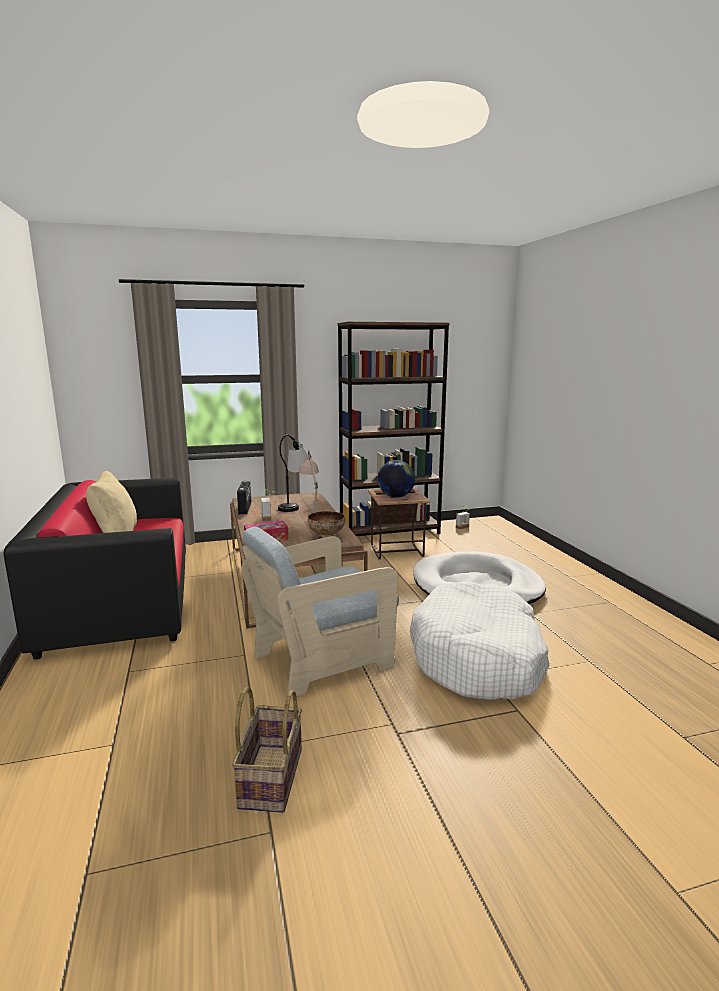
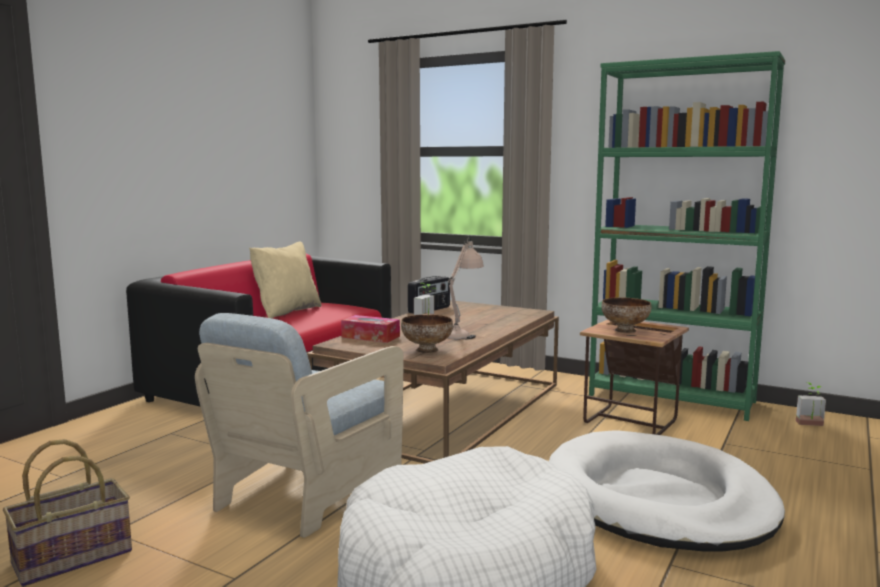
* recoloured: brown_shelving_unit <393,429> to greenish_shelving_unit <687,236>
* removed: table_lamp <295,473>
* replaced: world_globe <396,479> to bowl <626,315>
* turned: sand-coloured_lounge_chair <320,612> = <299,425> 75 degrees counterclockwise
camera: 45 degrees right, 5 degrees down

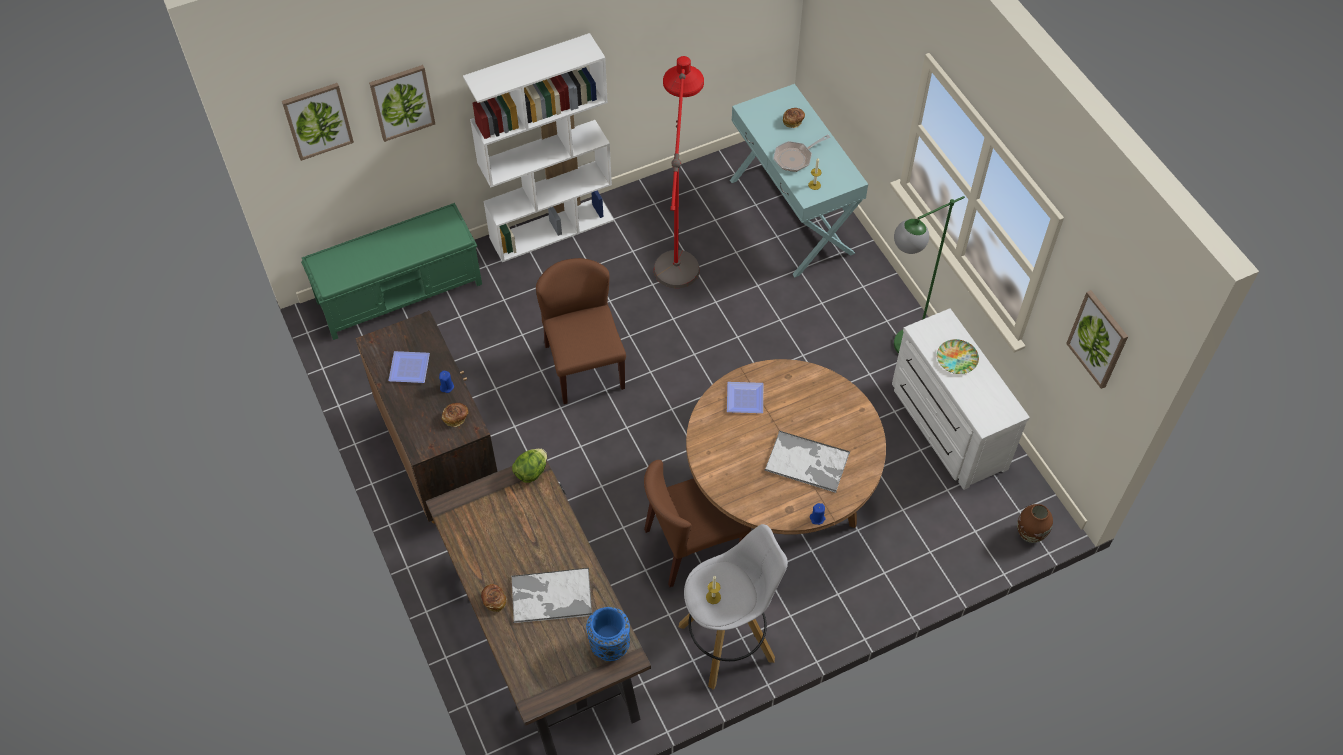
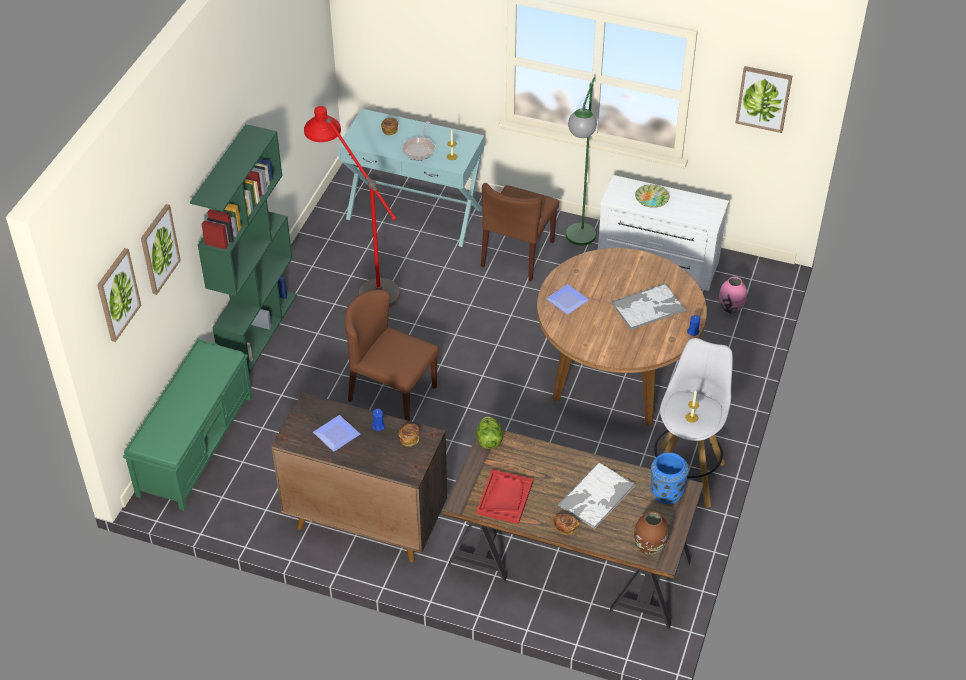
* recoloured: white-coloured_shelving_unit <538,147> to greenish_shelving_unit <243,248>
* moved: brown_upright_chair <697,523> to <520,232>
* moved: brown_vase <1035,523> to <651,533>
* added: pink-coloured_vase <733,295>
* added: red-coloured_carrying_tray <505,496>
camera: 45 degrees left, 10 degrees down

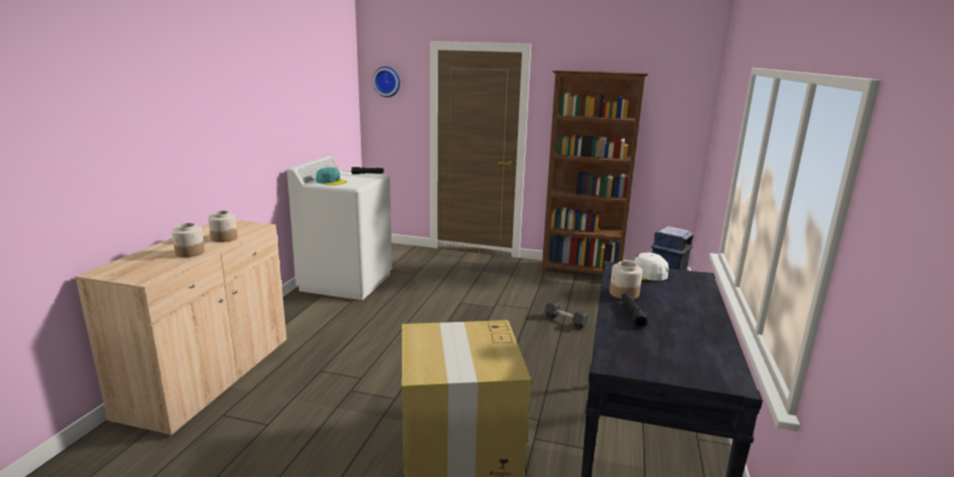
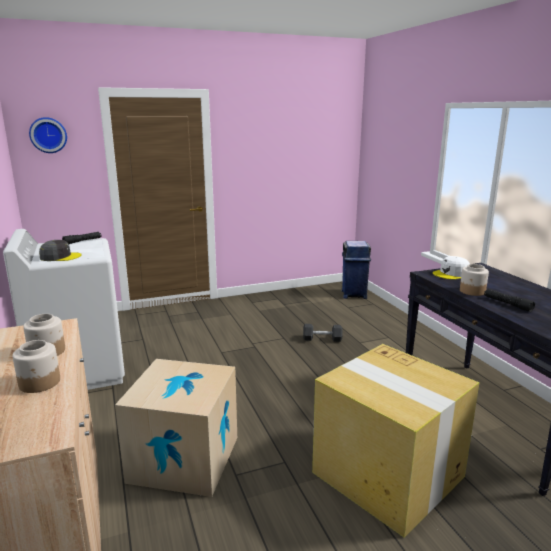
* removed: brown_shelving_unit <595,172>
* recoloured: turquoise_cap <331,176> to gray_cap <60,250>
* added: cardboard_box <176,428>
camera: 35 degrees left, 0 degrees up

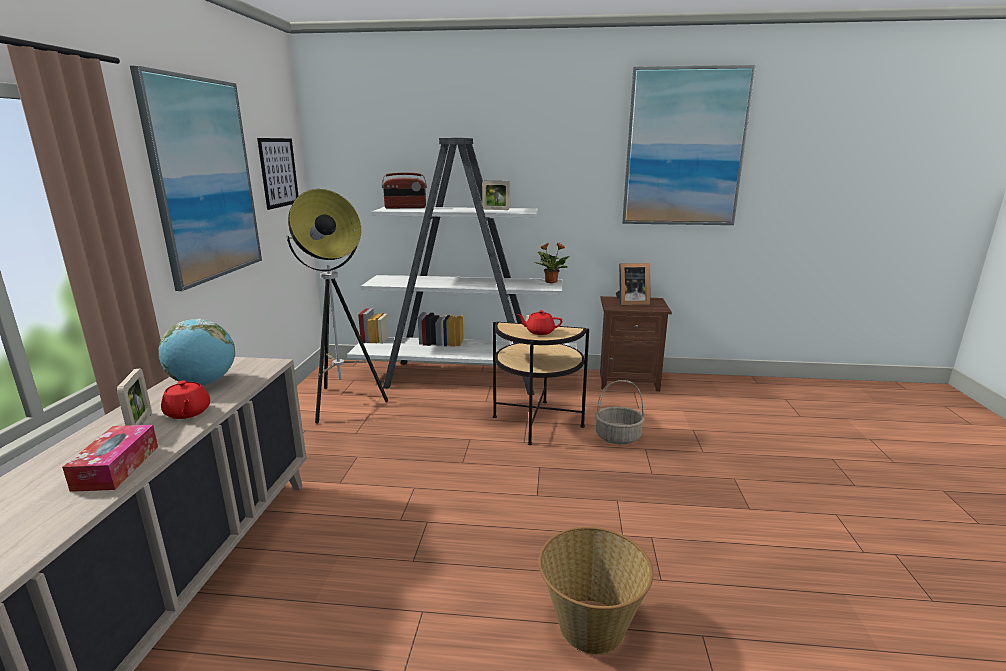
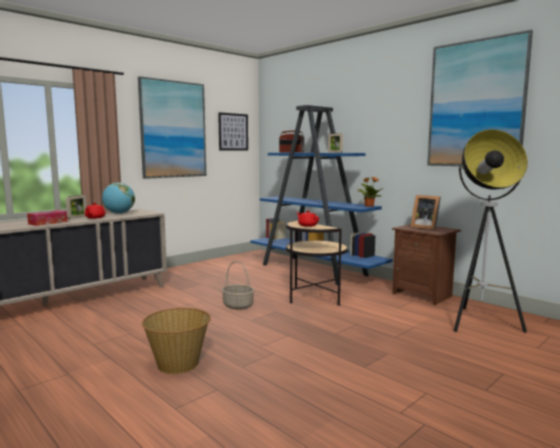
* recoloured: white-coloured_shelving_unit <462,266> to bluish_shelving_unit <321,195>
* moved: standard_lamp <337,306> to <491,231>
* moved: household_basket <619,412> to <238,285>
camera: 40 degrees right, 10 degrees down

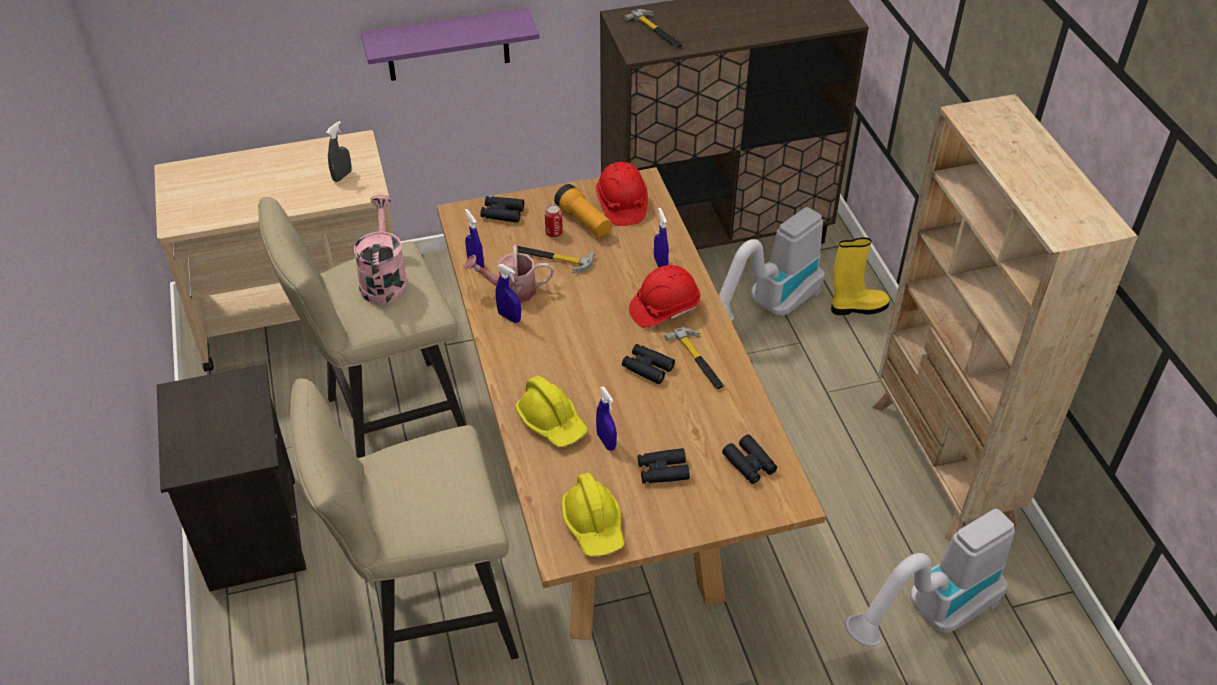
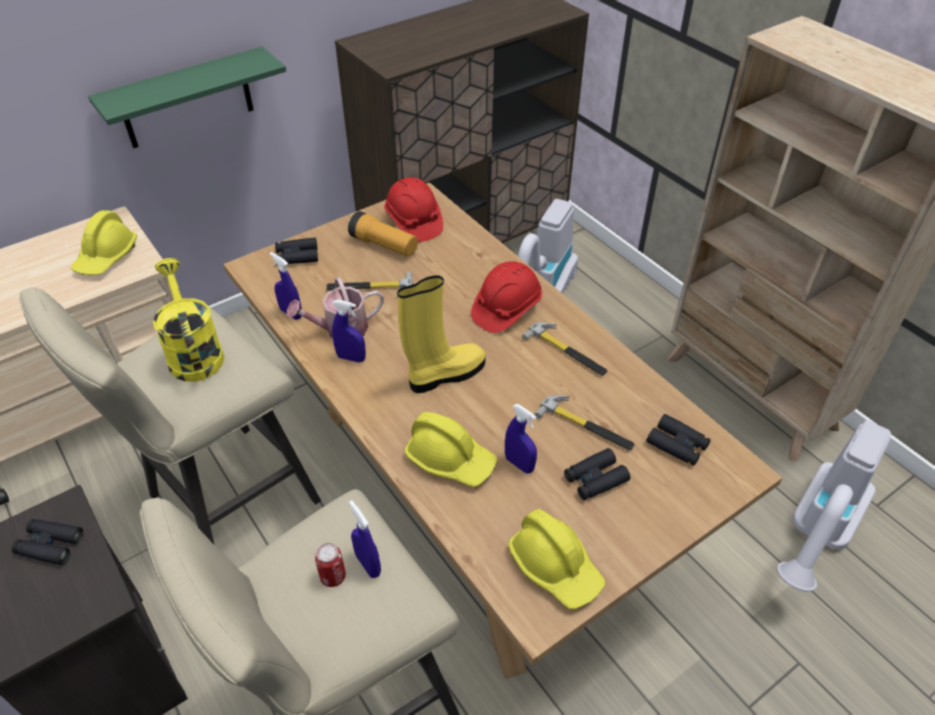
* recoloured: purple_wall_shelf <450,44> to greenish_wall_shelf <187,97>
* moved: hammer <653,28> to <584,422>
* replaced: gray_spray_bottle <339,151> to yellowish_work_helmet <104,242>
* recoloured: pink-coloured_watering_pot <380,249> to yellowish_watering_pot <188,320>
* moved: metal_can <554,220> to <330,565>
* moved: bluish_spray_bottle <661,237> to <365,539>
* moved: yellowish_tall_boot <860,276> to <441,334>
* moved: blackish_pair_of_binoculars <648,364> to <47,542>
camera: 20 degrees left, 0 degrees up

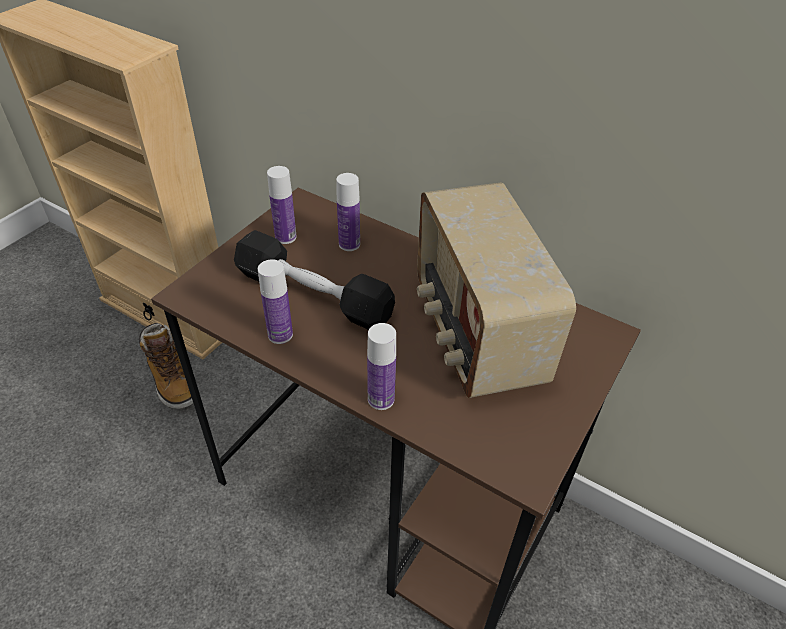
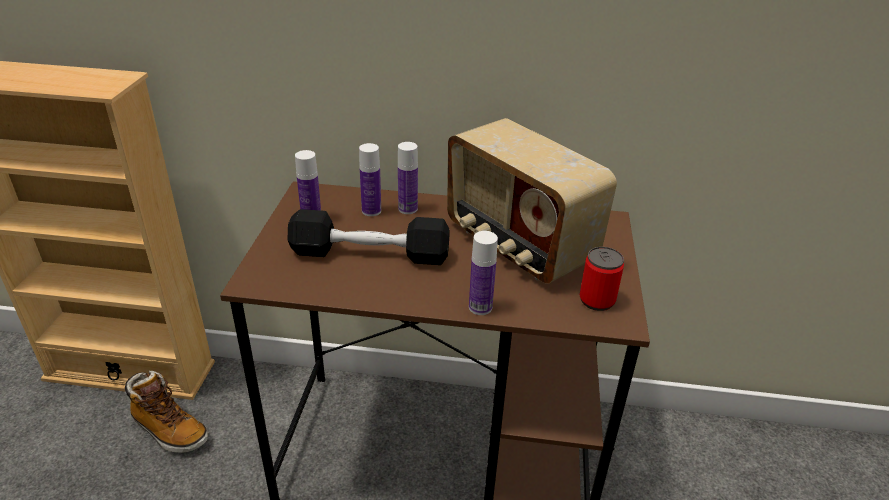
* moved: beverage_bottle <275,301> to <408,178>
* added: metal_can <602,279>
camera: 25 degrees left, 10 degrees down

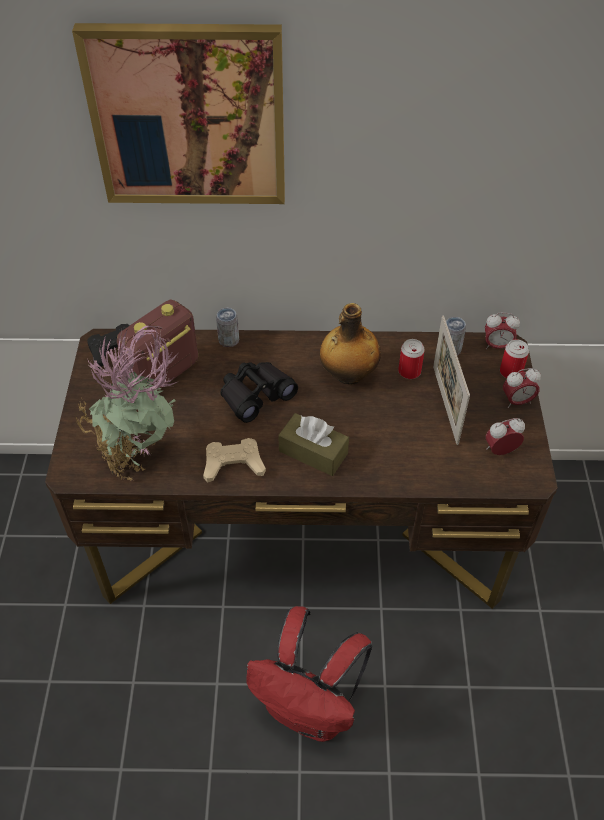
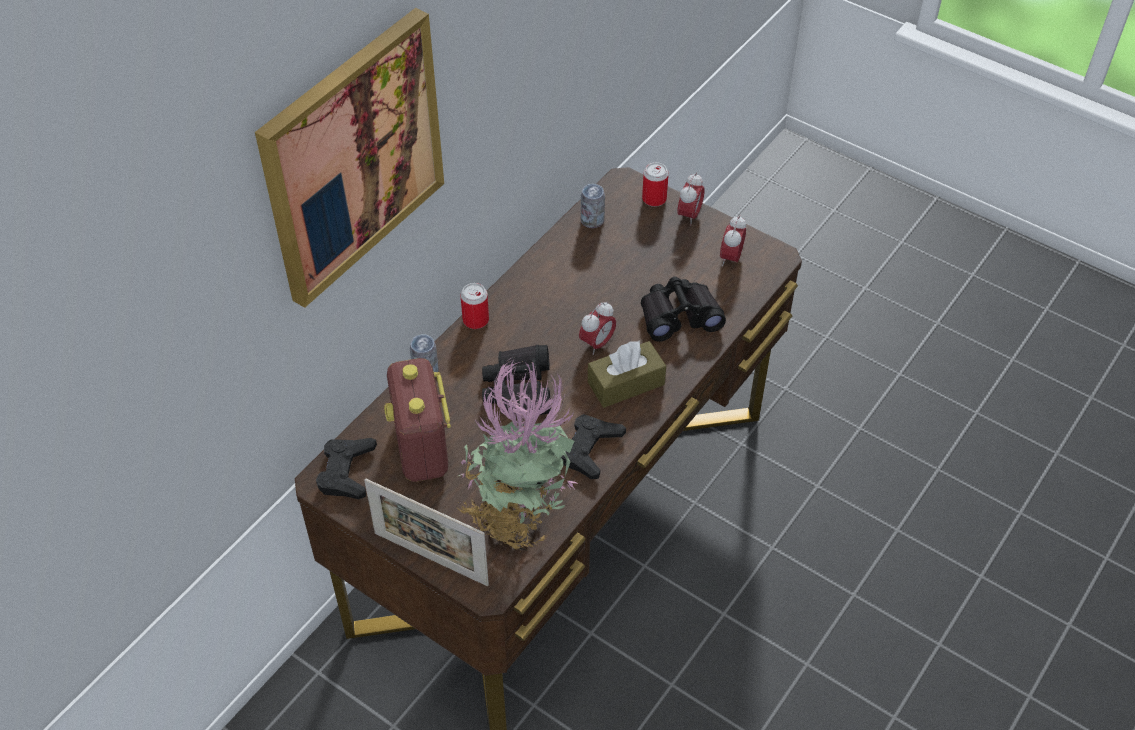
* removed: beverage_bottle <350,344>
* moved: table_clock <502,330> to <597,328>
* moved: photo_frame <451,380> to <426,532>
* moved: metal_can <411,359> to <475,306>
* recoloured: sand-coloured_joypad <234,460> to blackish_joypad <593,446>
* removed: red-coloured_rucksack <309,674>
* added: blackish_pair_of_binoculars <683,309>
camera: 55 degrees left, 0 degrees up

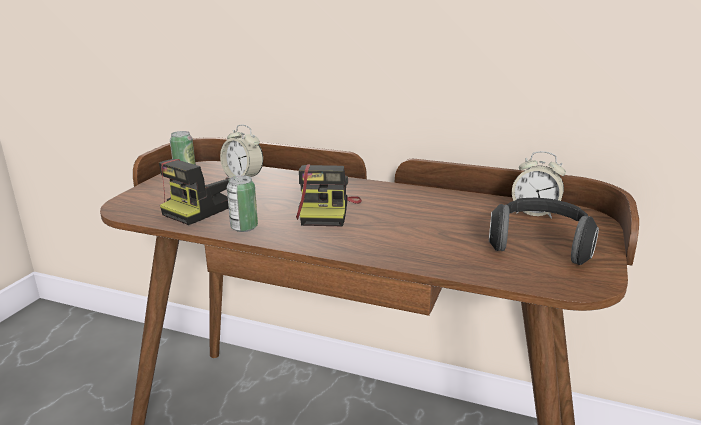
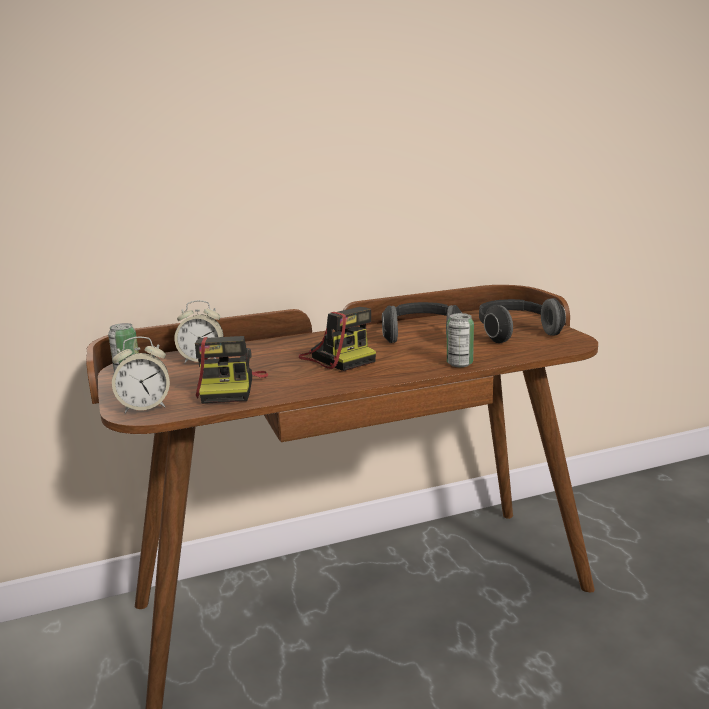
* moved: table_clock <539,185> to <141,374>
* moved: metal_can <242,203> to <460,340>
* added: headset <422,322>
camera: 40 degrees left, 5 degrees down

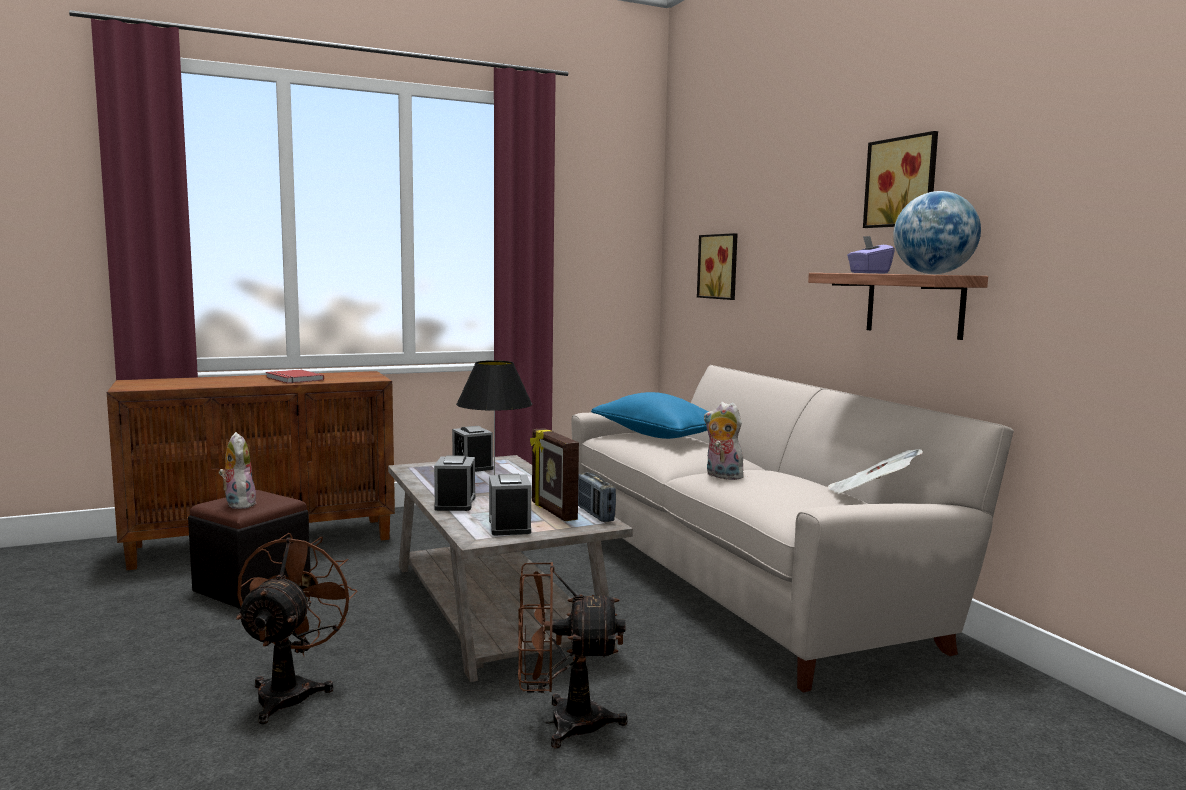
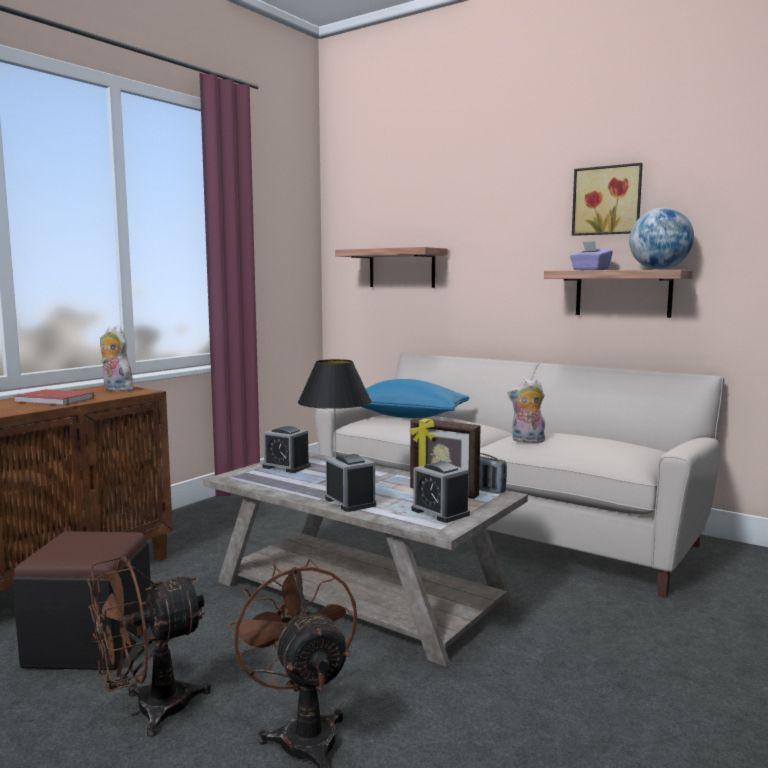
* replaced: wall_art <717,266> to wall_shelf <391,267>
* moved: cuddly_toy <238,470> to <118,358>
* removed: newspaper <875,471>
* moved: brown_electric_fan <573,655> to <149,646>
camera: 30 degrees left, 0 degrees up

